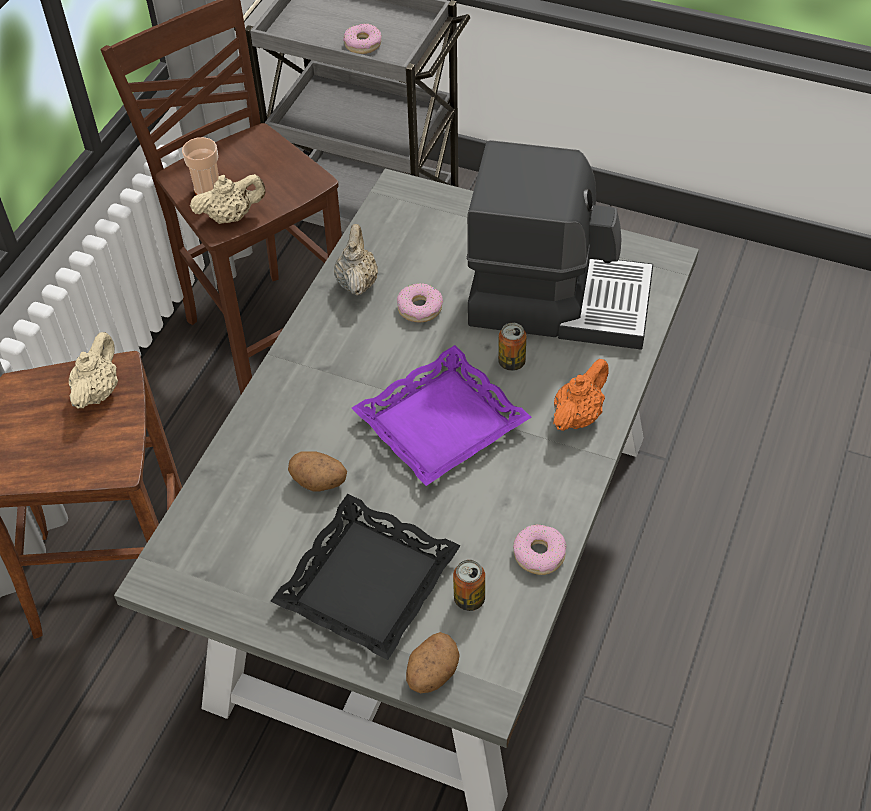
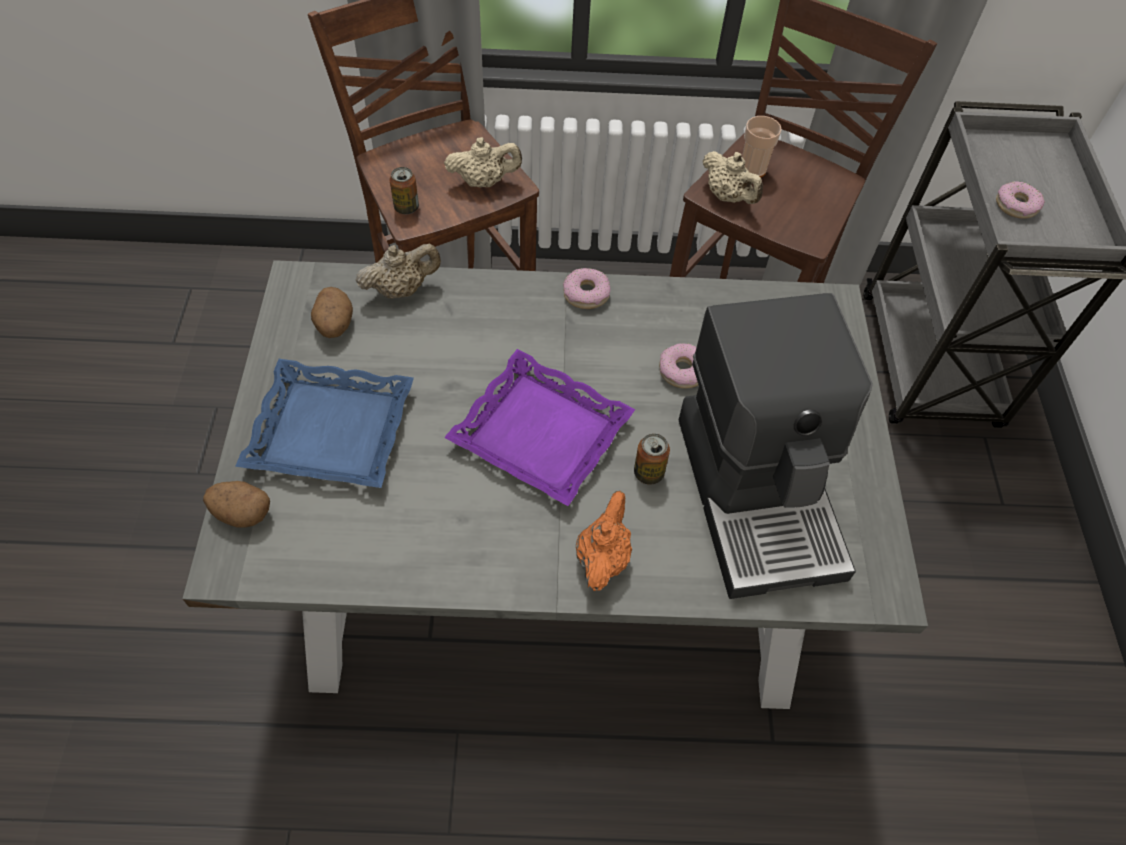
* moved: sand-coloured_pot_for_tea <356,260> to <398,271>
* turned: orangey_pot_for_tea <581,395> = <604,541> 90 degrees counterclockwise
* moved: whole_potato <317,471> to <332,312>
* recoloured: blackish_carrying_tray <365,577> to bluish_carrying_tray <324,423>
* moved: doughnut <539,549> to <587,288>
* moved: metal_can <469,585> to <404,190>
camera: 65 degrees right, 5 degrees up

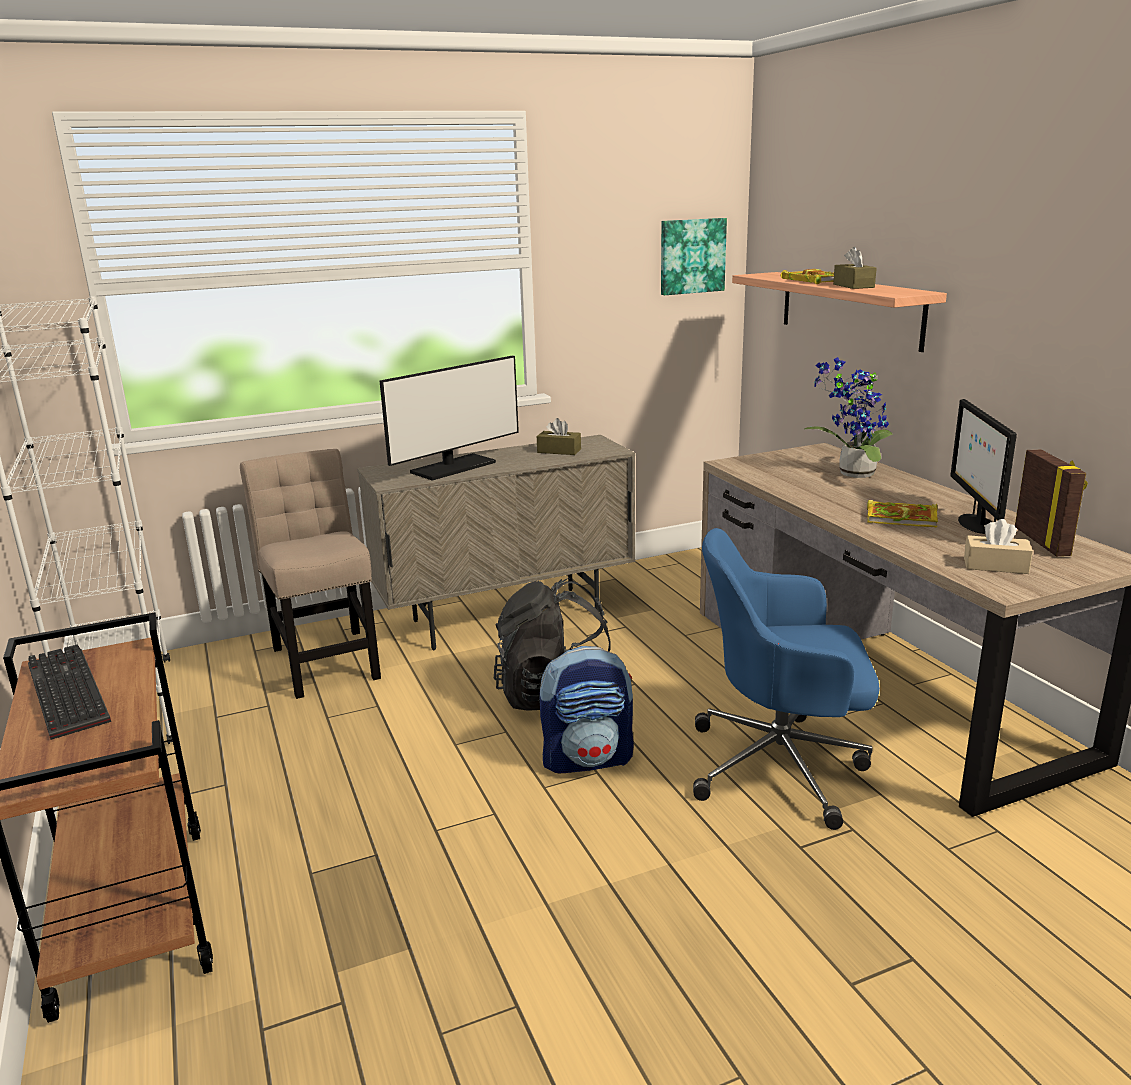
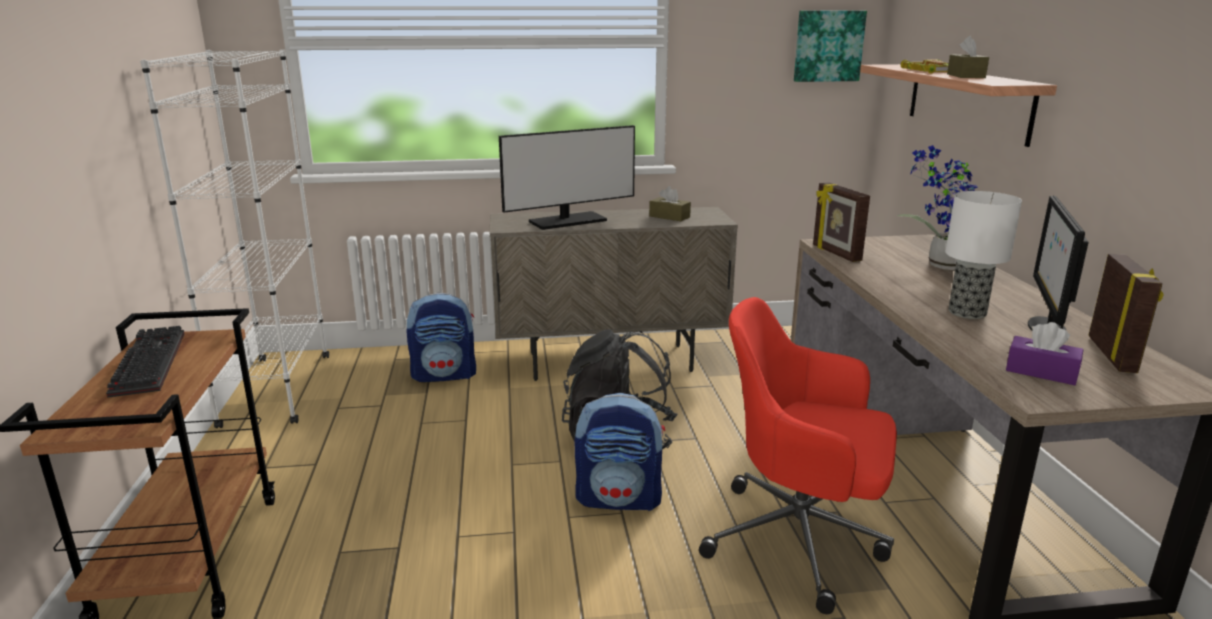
* replaced: sand-coloured_upright_chair <310,574> to rucksack <441,337>
* replaced: bound_book <902,513> to table_lamp <983,255>
* recoloured: sand-coloured_tissue_box <998,546> to purple_tissue_box <1045,353>
* recoloured: bluish_office_chair <786,679> to red-coloured_office_chair <798,455>
* added: photo_frame <841,222>
camera: 15 degrees right, 0 degrees up

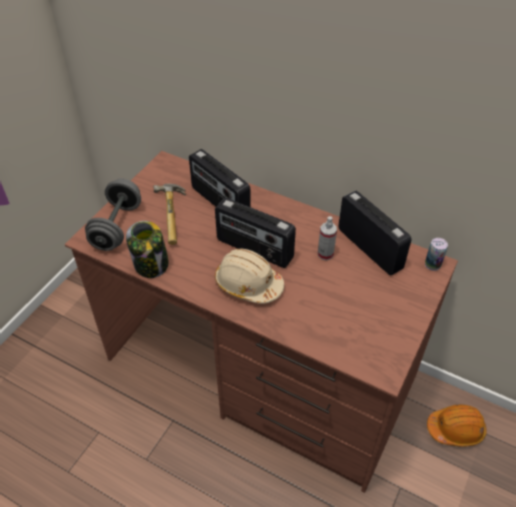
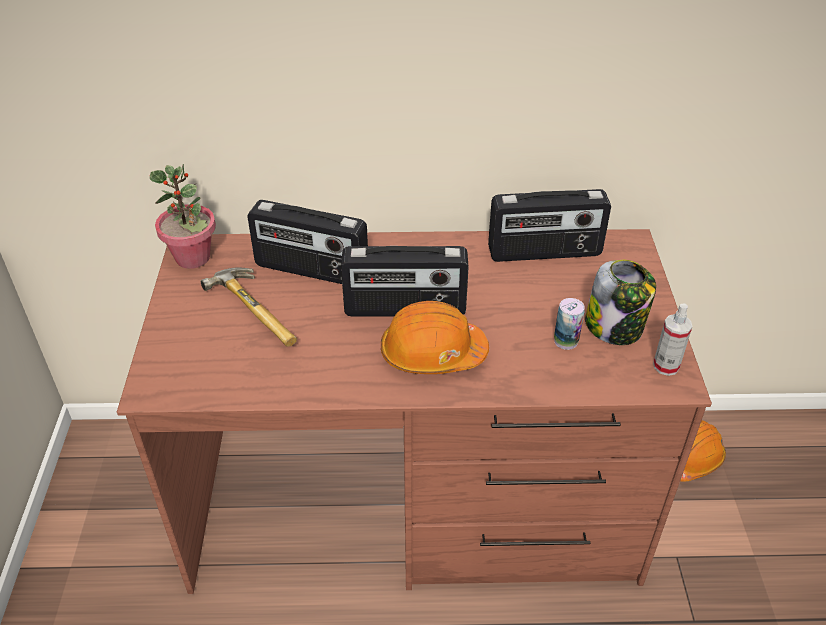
* removed: gray_hand_weight <113,215>
* turned: radio_receiver <374,233> = <549,225> 150 degrees clockwise
* moved: spray_bottle <327,238> to <672,340>
* moved: preserve_jar <147,249> to <620,302>
* moved: metal_can <436,254> to <569,324>
* recoloured: sand-coloured_work_helmet <249,276> to orangey_work_helmet <435,337>
* added: houseplant <183,216>
camera: 30 degrees left, 5 degrees down

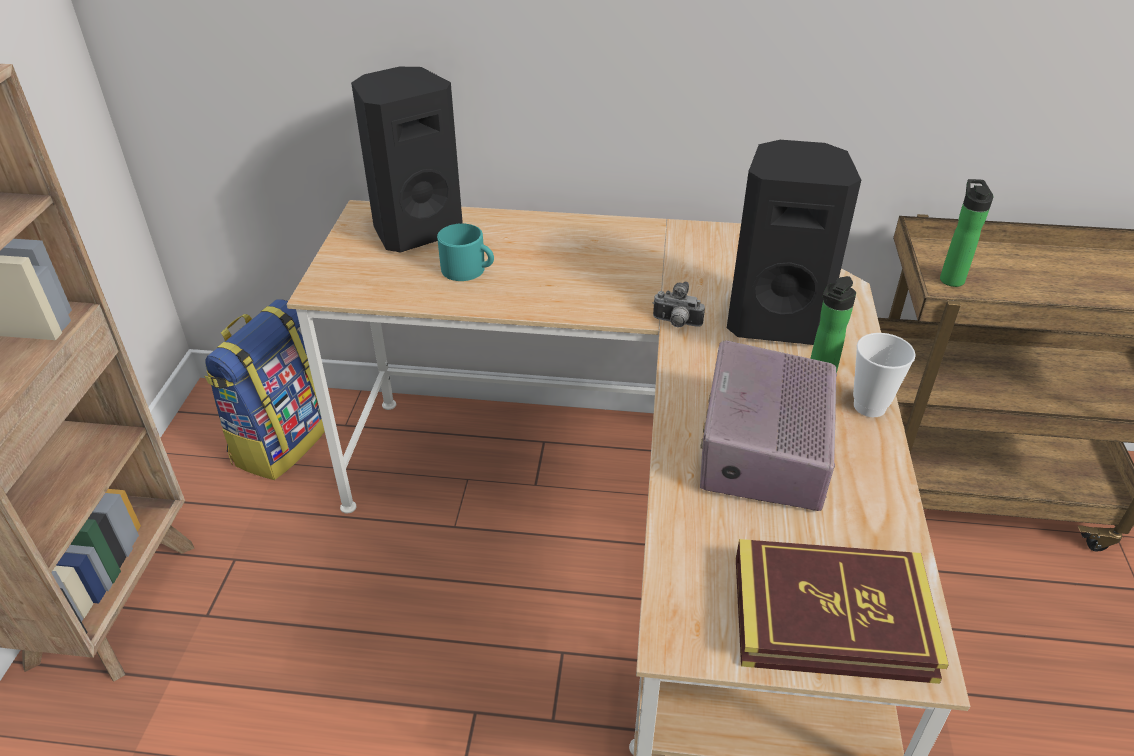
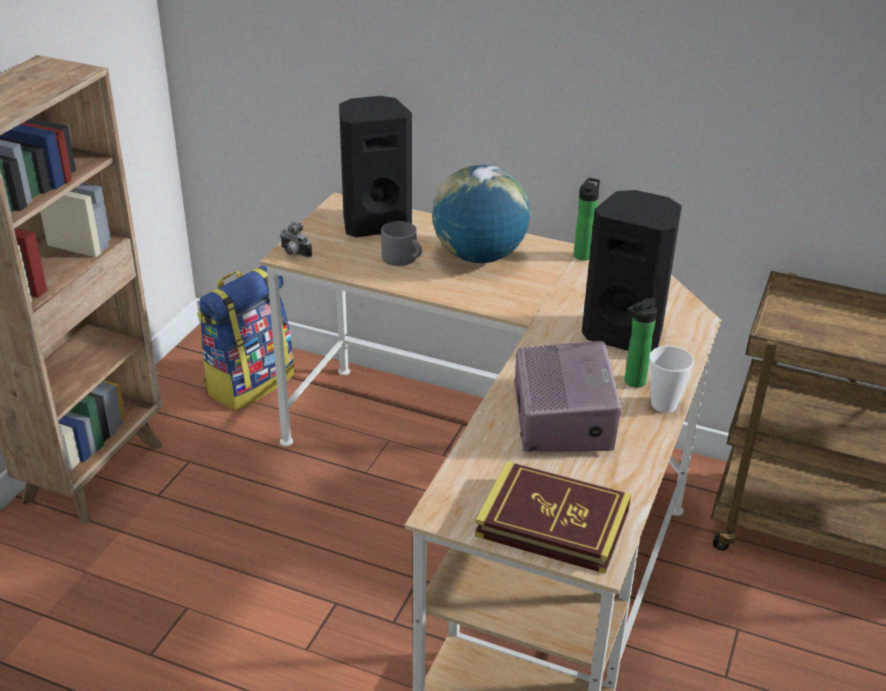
* moved: beverage_bottle <966,233> to <587,219>
* recoloured: turquoise_tea_mug <465,252> to gray_tea_mug <401,243>
* moved: still_camera <679,304> to <296,240>
* turned: radio_receiver <768,425> = <568,396> 150 degrees clockwise
* added: world_globe <481,214>
camera: 15 degrees right, 5 degrees down

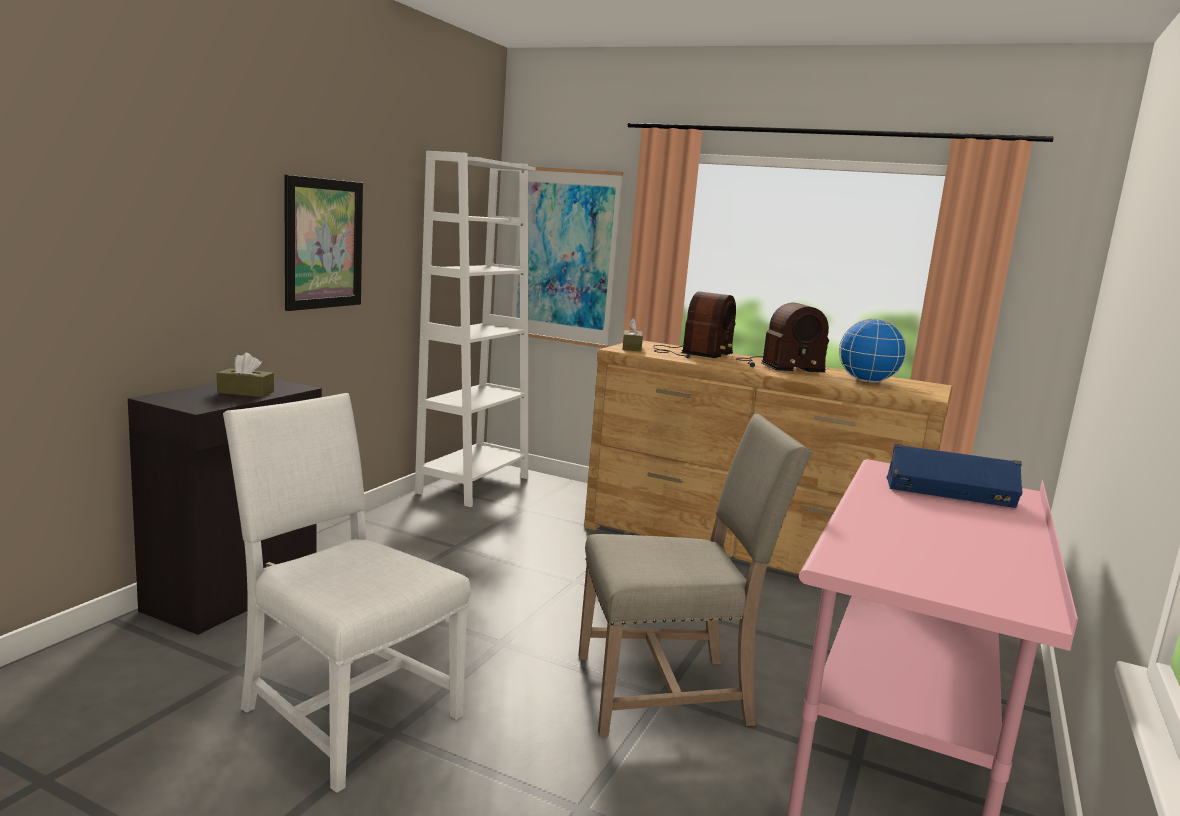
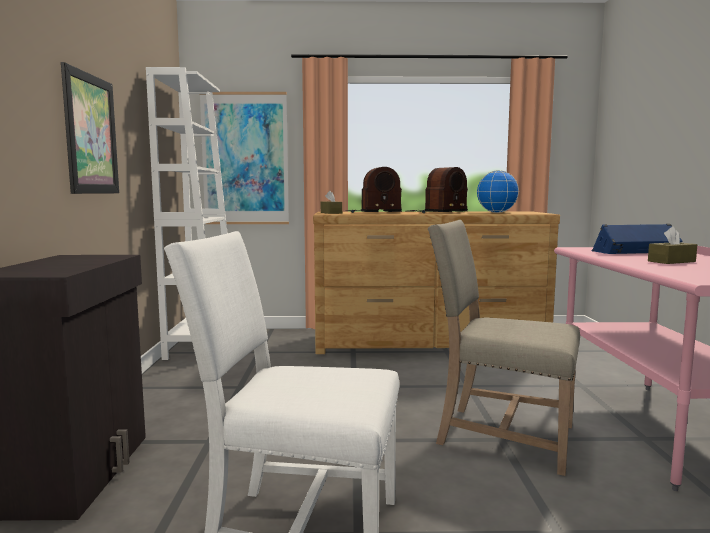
* turned: radio_receiver <694,325> = <374,190> 75 degrees clockwise
* moved: brown_tissue_box <245,375> to <672,245>
* turned: sand-coloured_upright_chair <695,575> = <504,348> 120 degrees counterclockwise
camera: 25 degrees left, 5 degrees down

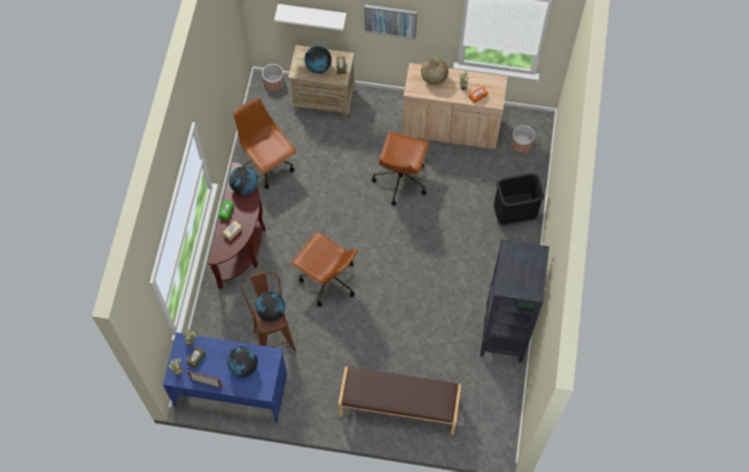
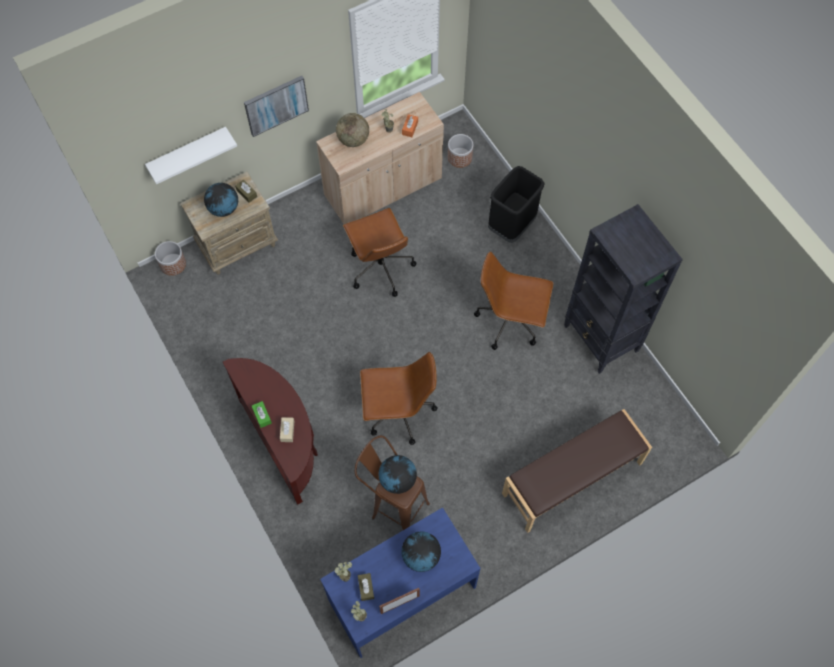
* moved: brown_office_chair <265,143> to <513,300>
* removed: world_globe <243,181>
camera: 40 degrees left, 0 degrees up

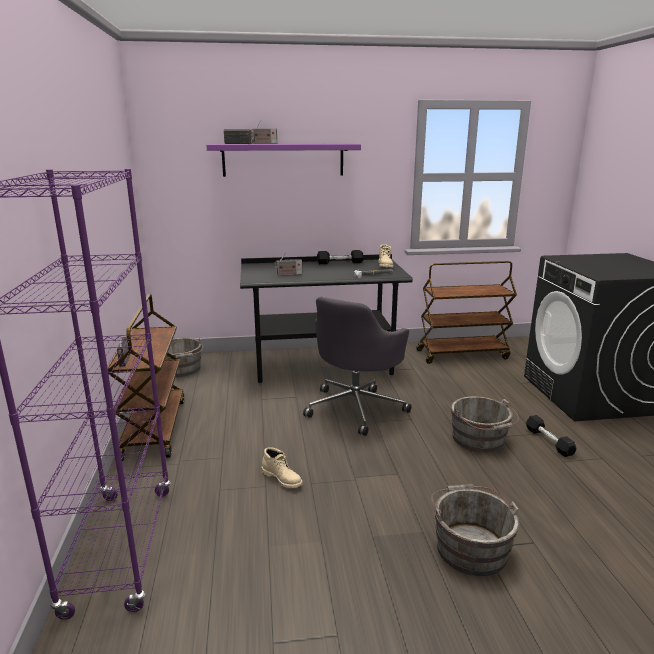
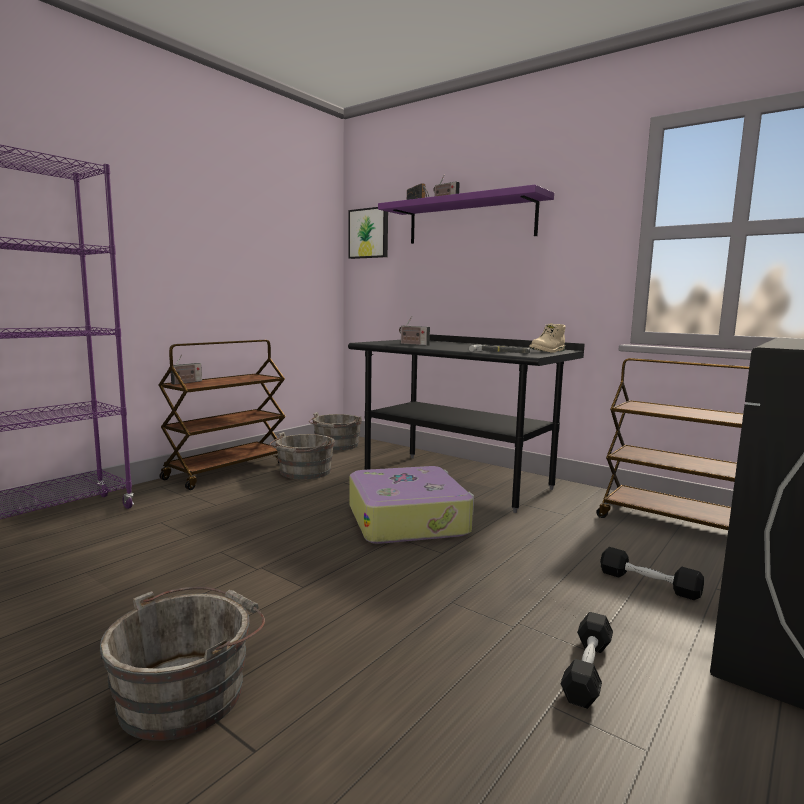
* moved: blackish_hand_weight <340,257> to <652,573>
* replaced: gray_office_chair <357,366> to suitcase <412,505>
* moved: gray_pail <485,424> to <302,455>
* removed: sand-coloured_tall_boot <281,467>
* added: wall_art <368,233>
camera: 45 degrees right, 10 degrees down

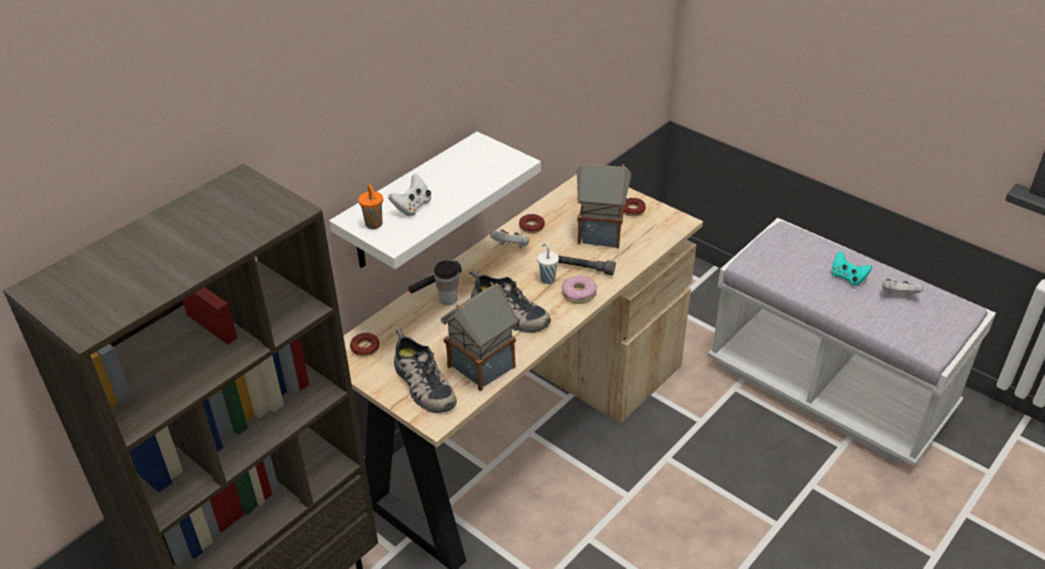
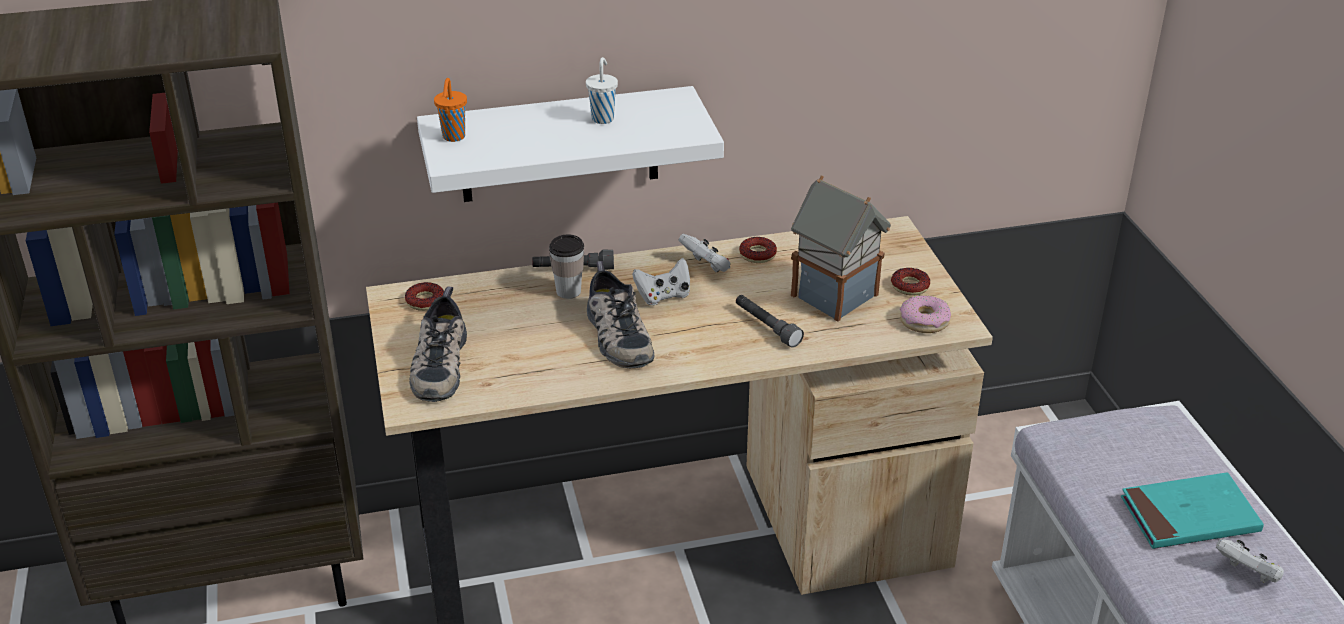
* moved: white-coloured_joypad <409,195> to <661,281>
* moved: white-coloured_small_cup <548,263> to <602,90>
* replaced: turquoise_joypad <851,268> to turquoise_bound_book <1192,510>
* moved: doughnut <579,289> to <925,314>
* removed: miniature_house <479,336>
camera: 35 degrees right, 5 degrees down

